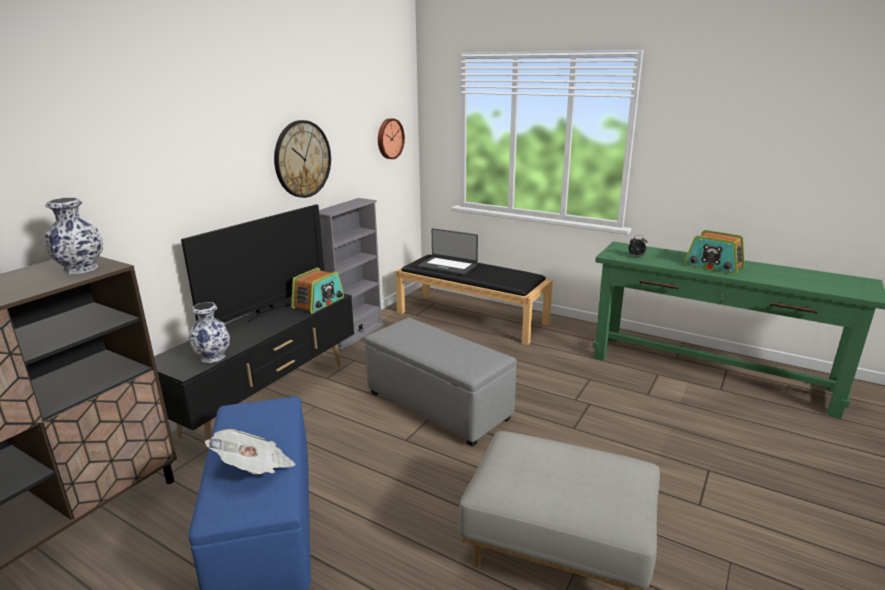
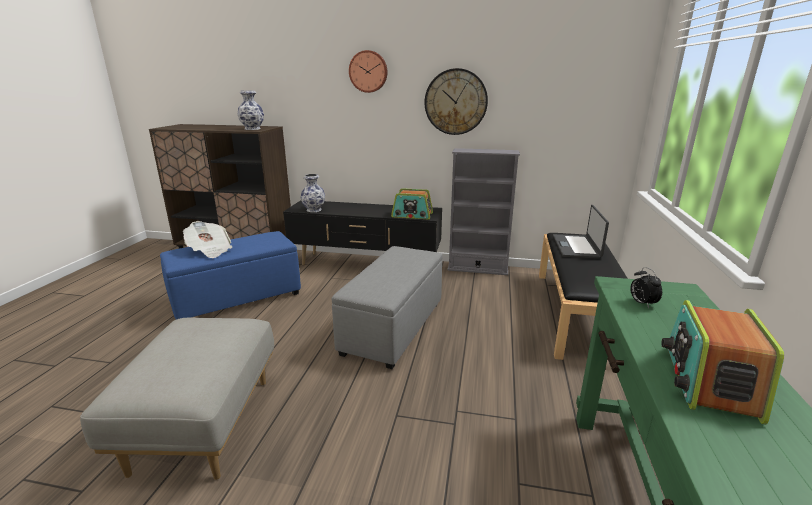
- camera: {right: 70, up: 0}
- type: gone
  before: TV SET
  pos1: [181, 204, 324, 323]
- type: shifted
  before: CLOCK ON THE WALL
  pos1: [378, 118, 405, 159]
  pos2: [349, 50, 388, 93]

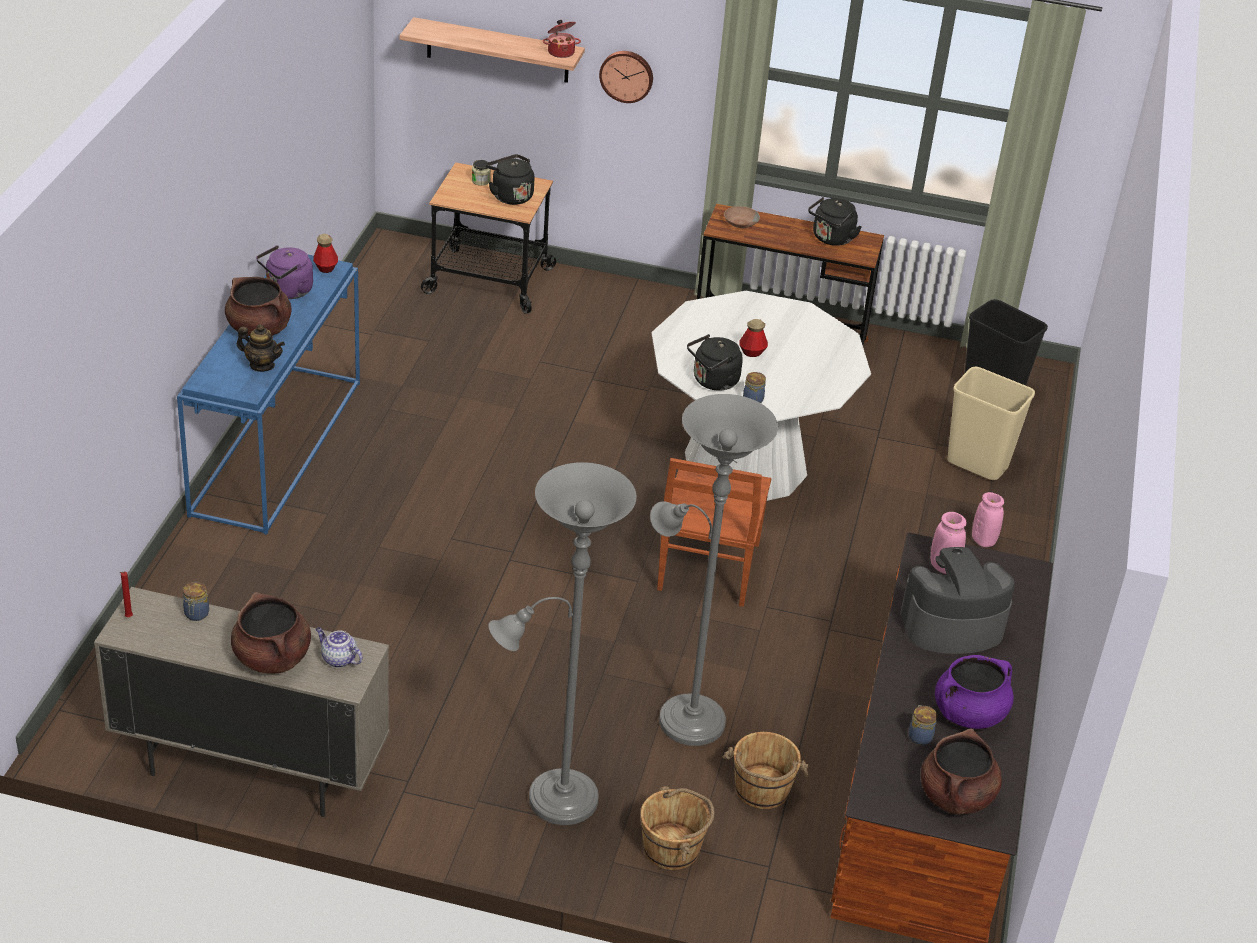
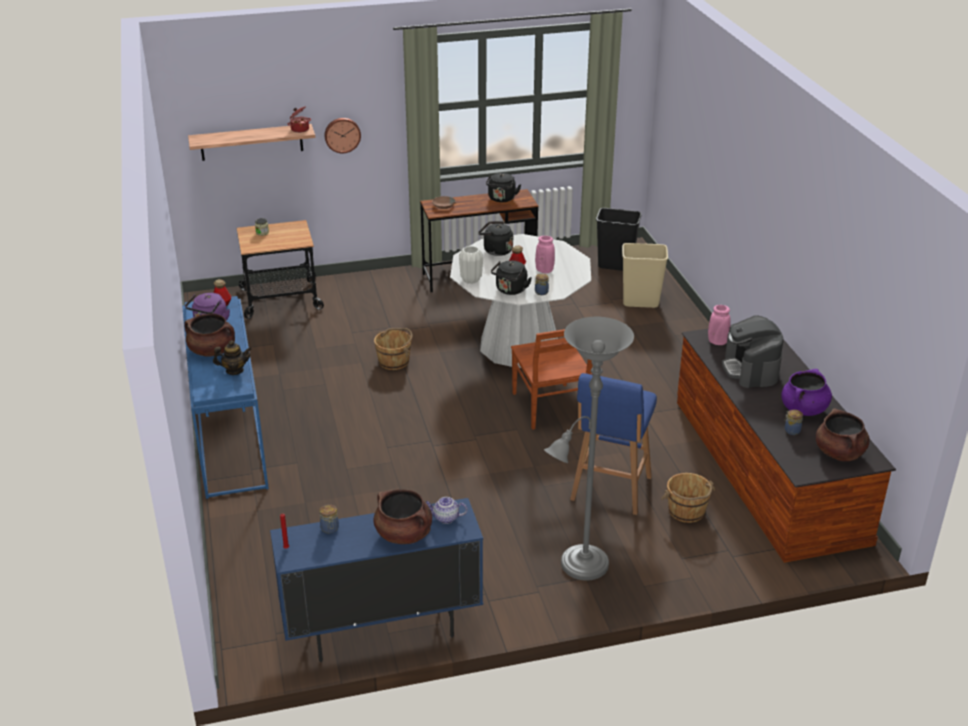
- camera: {right: -25, up: -5}
- type: new
  after: WHITE DECORATIVE VASE
  pos2: [459, 246, 483, 284]
- type: shifted
  before: BLACKISH WATER KETTLE
  pos1: [486, 154, 534, 205]
  pos2: [478, 221, 513, 256]
- type: shifted
  before: BROWN BUCKET
  pos1: [641, 786, 715, 870]
  pos2: [374, 328, 413, 370]
- type: shifted
  before: PINK-COLOURED DECORATIVE VASE
  pos1: [972, 492, 1004, 547]
  pos2: [535, 236, 555, 273]
- type: swapped
  before: GREYISH FLOOR LAMP
  after: BLUE SITTING STOOL
  pos1: [650, 394, 778, 746]
  pos2: [570, 373, 657, 515]
- type: repainted
  before: BEIGE-COLOURED CUPBOARD
  after: BLUE CUPBOARD
  pos1: [94, 587, 389, 817]
  pos2: [270, 498, 483, 662]
- type: rotated
  before: COFFEE MACHINE
  pos1: [900, 547, 1015, 654]
  pos2: [722, 316, 784, 388]
  turn: -60

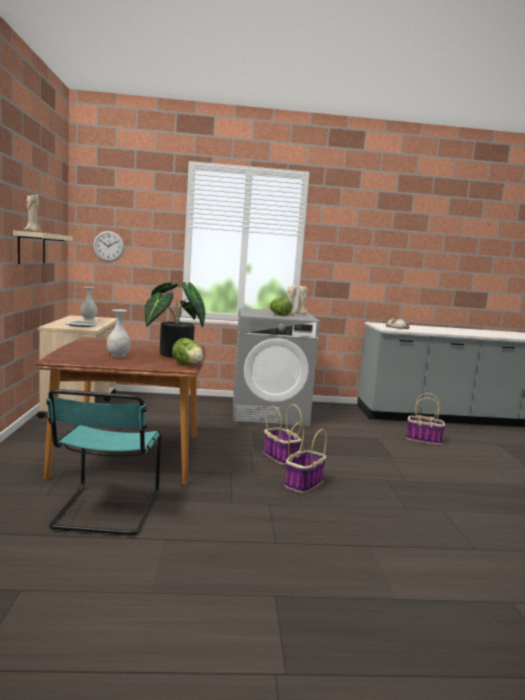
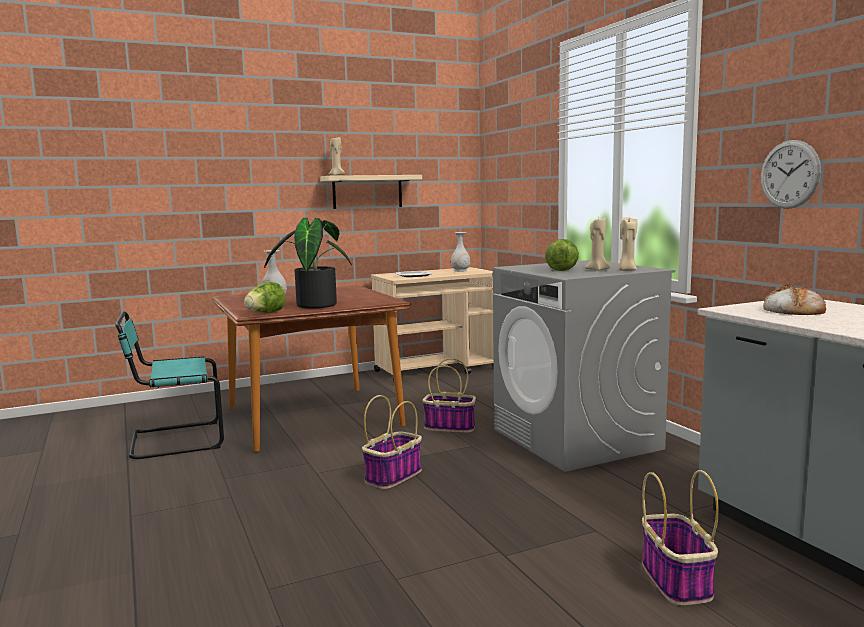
- camera: {right: 70, up: 0}
- type: shifted
  before: CLOCK ON THE WALL
  pos1: [93, 231, 124, 262]
  pos2: [761, 140, 821, 209]
- type: shifted
  before: BASKET
  pos1: [285, 423, 327, 493]
  pos2: [422, 358, 476, 433]

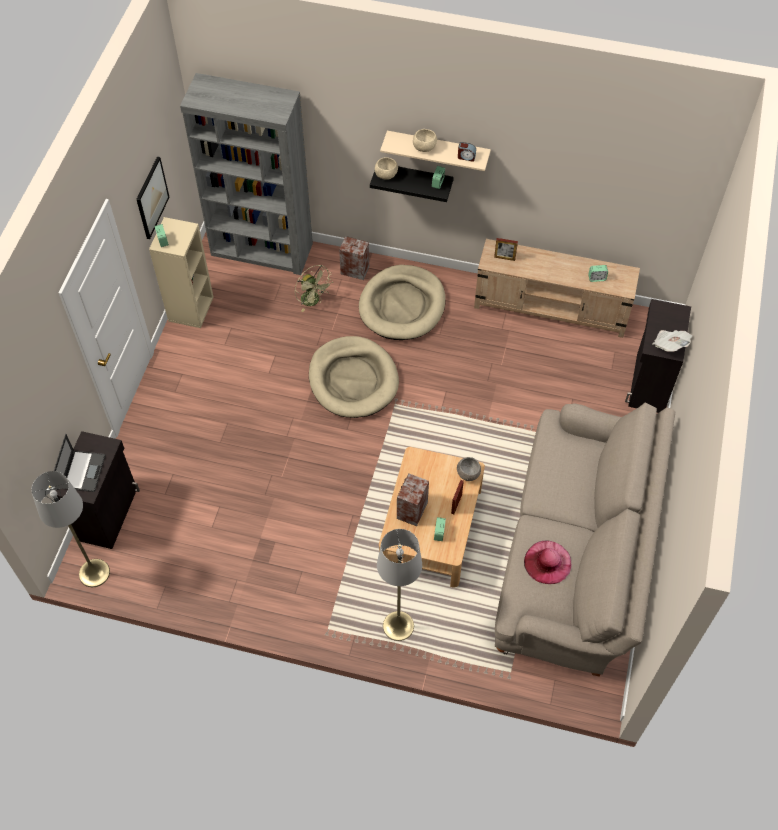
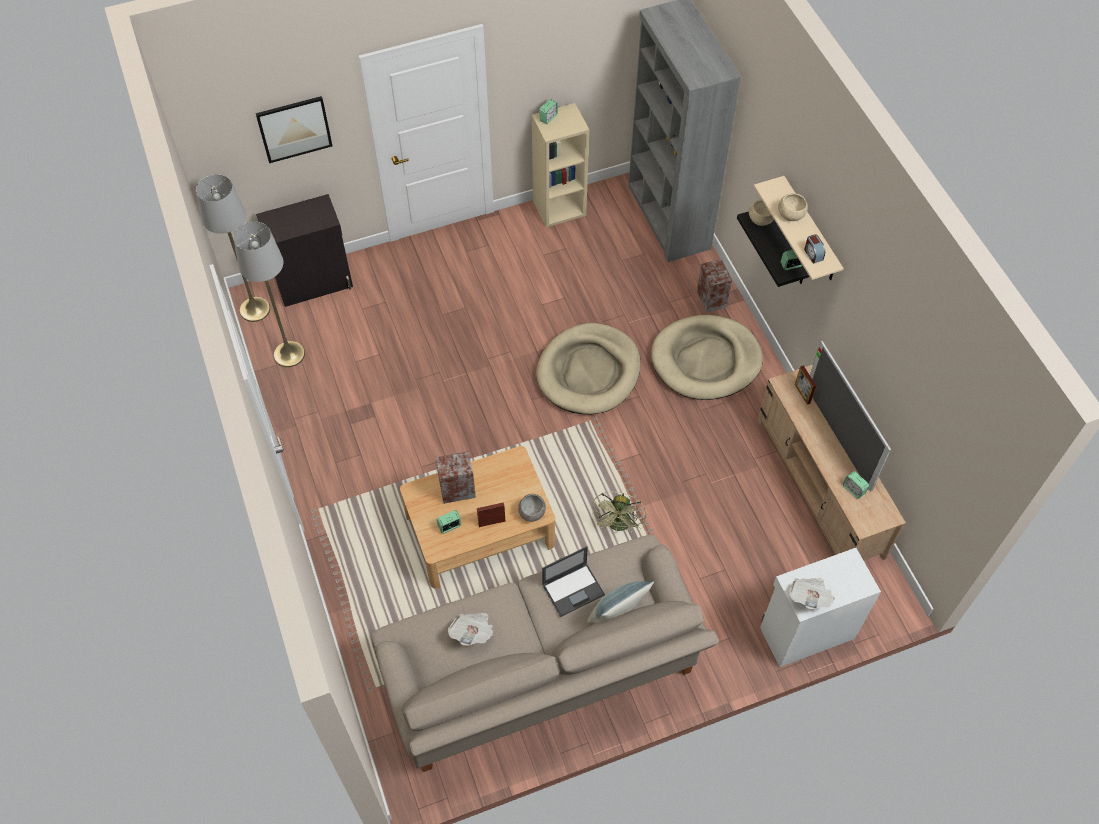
- camera: {right: 55, up: 0}
- type: new
  after: CUSHION
  pos2: [587, 581, 654, 623]
- type: new
  after: TV SET
  pos2: [810, 341, 891, 492]
- type: shifted
  before: NOTEBOOK COMPUTER
  pos1: [54, 434, 106, 492]
  pos2: [542, 546, 605, 617]
- type: shifted
  before: WALL PICTURE
  pos1: [136, 156, 169, 239]
  pos2: [256, 96, 332, 163]
- type: shifted
  before: GREEN-COLOURED FAN
  pos1: [295, 265, 333, 312]
  pos2: [592, 492, 647, 534]
- type: shifted
  before: GREYISH FLOOR LAMP
  pos1: [377, 529, 422, 641]
  pos2: [233, 222, 305, 367]
- type: swapped
  before: PINK-COLOURED HAT
  after: NEWSPAPER
  pos1: [524, 541, 571, 584]
  pos2: [448, 613, 494, 645]
- type: repainted
  before: BLACKISH CUPBOARD
  after: WHITE CUPBOARD
  pos1: [625, 299, 691, 413]
  pos2: [760, 548, 881, 667]

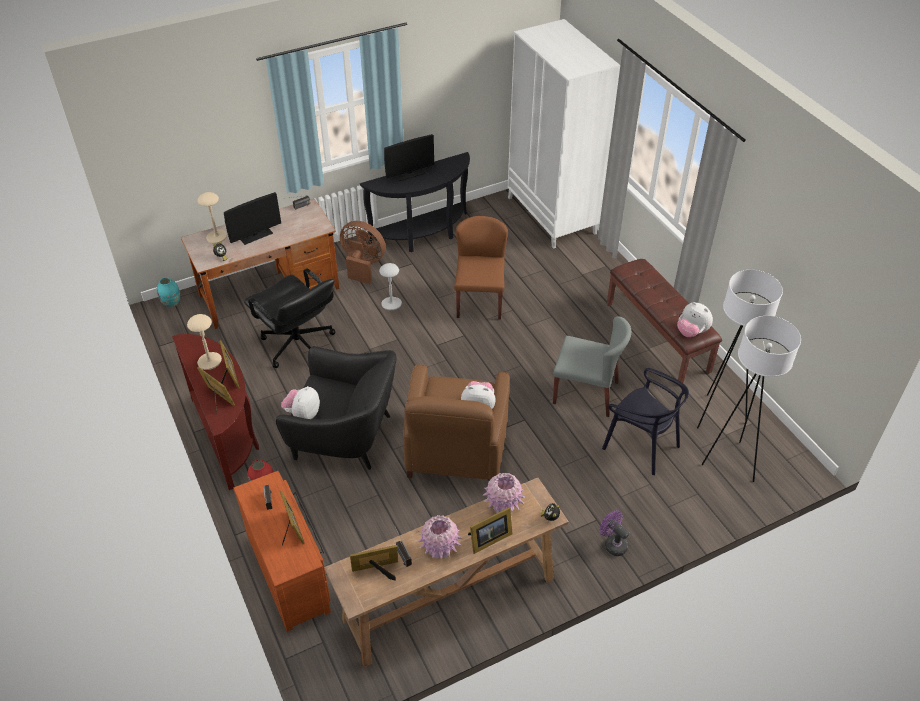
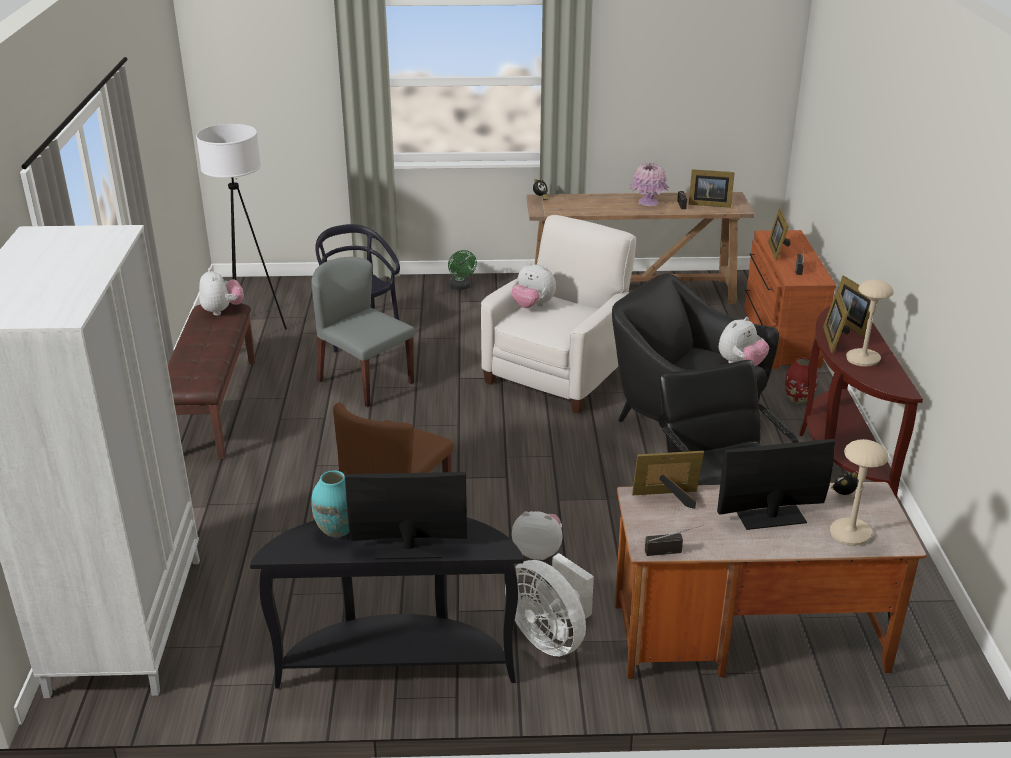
- camera: {right: -155, up: -15}
- type: gone
  before: PINK-COLOURED DECORATIVE VASE
  pos1: [483, 473, 525, 513]
- type: gone
  before: WHITE FLOOR LAMP
  pos1: [702, 316, 801, 482]
- type: shifted
  before: BLUE-GREEN DECORATIVE VASE
  pos1: [157, 277, 180, 307]
  pos2: [311, 470, 349, 538]
- type: shifted
  before: PICTURE FRAME
  pos1: [468, 507, 513, 554]
  pos2: [632, 451, 704, 509]
- type: swapped
  before: GREYISH LAMP FOR A TABLE
  after: CUDDLY TOY
  pos1: [379, 263, 402, 310]
  pos2: [512, 511, 563, 560]
- type: repainted
  before: BROWN FAN
  after: WHITE FAN
  pos1: [340, 221, 386, 284]
  pos2: [505, 553, 594, 656]
- type: repainted
  before: BROWN ARMCHAIR
  after: WHITE ARMCHAIR
  pos1: [403, 364, 510, 480]
  pos2: [481, 215, 636, 414]
- type: repainted
  before: PURPLE FAN
  after: GREEN-COLOURED FAN
  pos1: [599, 510, 629, 556]
  pos2: [448, 250, 477, 290]

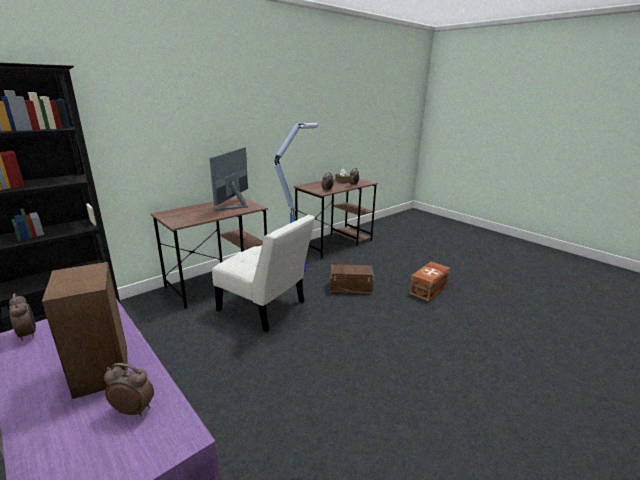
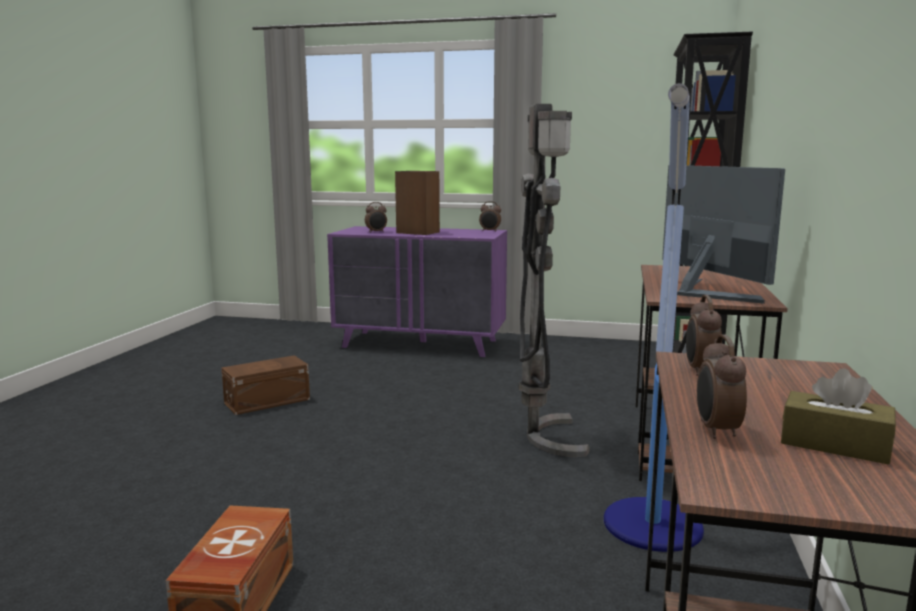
- camera: {right: 145, up: -10}
- type: shifted
  before: BROWN STORAGE CONTAINER
  pos1: [330, 264, 374, 294]
  pos2: [222, 355, 310, 415]
- type: swapped
  before: WHITE CHAIR
  after: GREYISH FLOOR LAMP
  pos1: [212, 215, 315, 332]
  pos2: [518, 104, 589, 457]

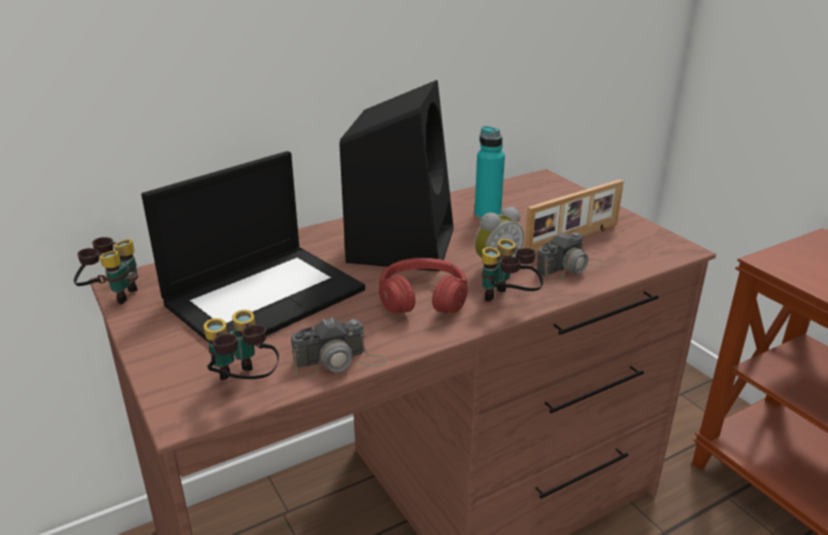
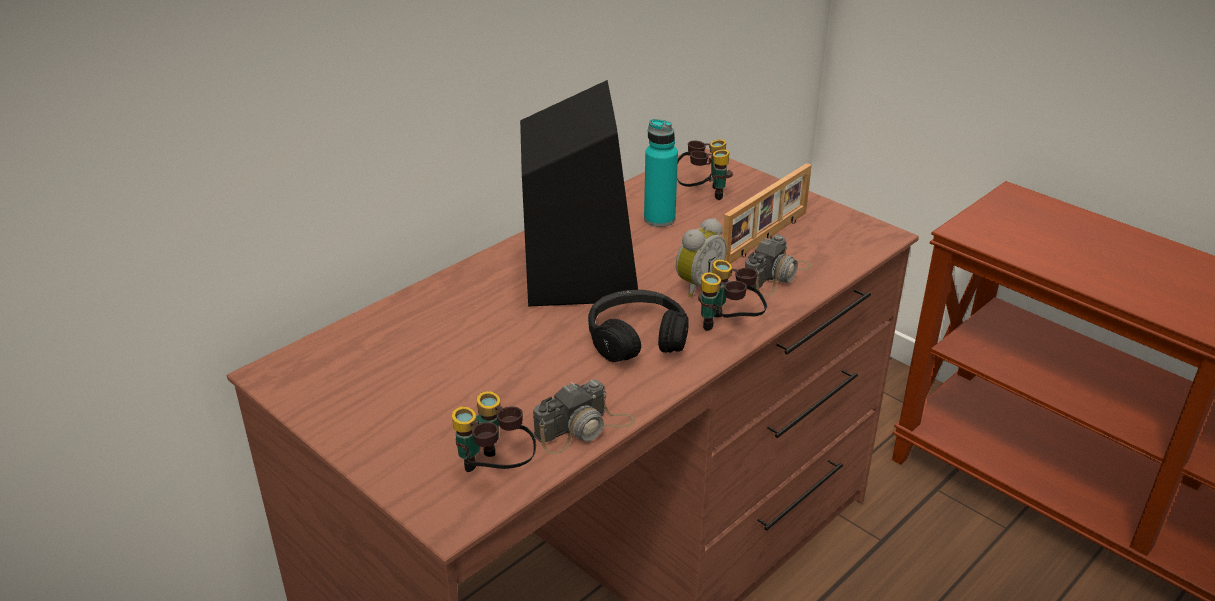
- camera: {right: -15, up: 5}
- type: gone
  before: NOTEBOOK COMPUTER
  pos1: [141, 151, 365, 342]
- type: shifted
  before: FIELD GLASSES
  pos1: [74, 237, 138, 304]
  pos2: [677, 139, 733, 200]
- type: repainted
  before: REDDISH HEADPHONES
  after: BLACKISH HEADPHONES
  pos1: [379, 258, 468, 314]
  pos2: [588, 290, 688, 362]

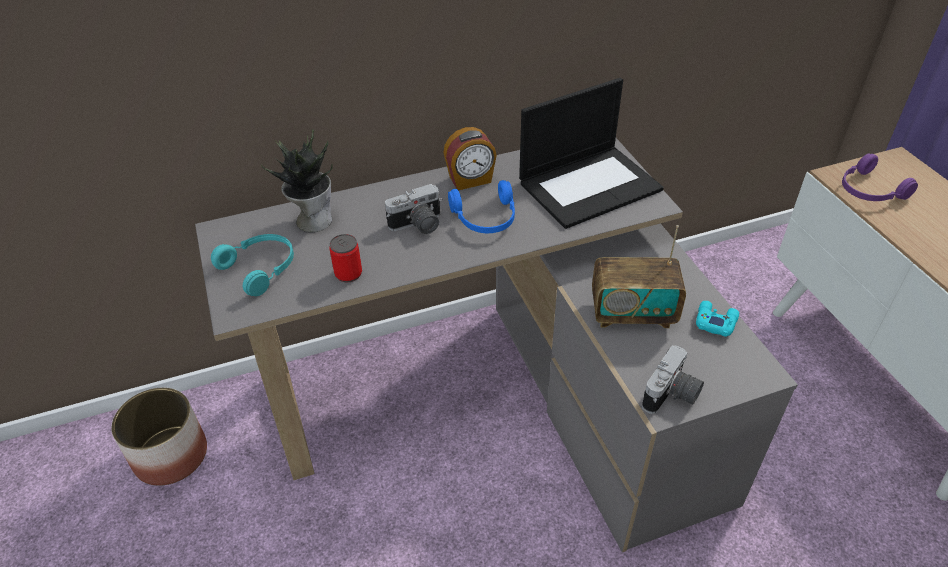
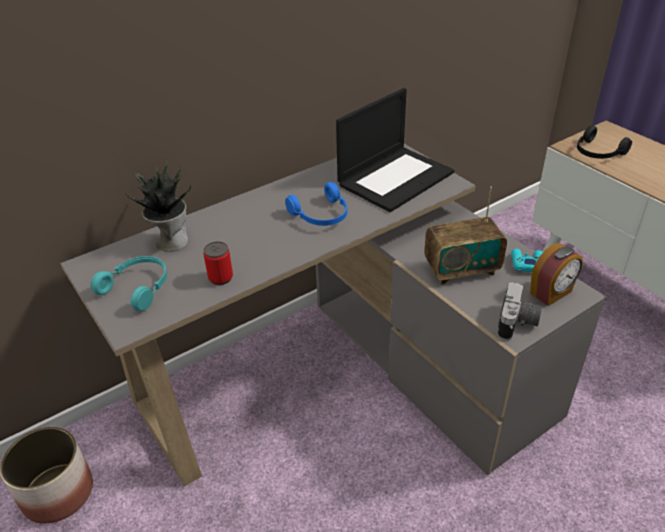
- camera: {right: -15, up: -5}
- type: gone
  before: PHOTO CAMERA
  pos1: [385, 184, 442, 234]
- type: shifted
  before: TABLE CLOCK
  pos1: [443, 127, 497, 190]
  pos2: [530, 243, 583, 306]
- type: repainted
  before: PURPLE HEADPHONES
  after: BLACKISH HEADPHONES
  pos1: [842, 153, 918, 201]
  pos2: [577, 126, 632, 159]

